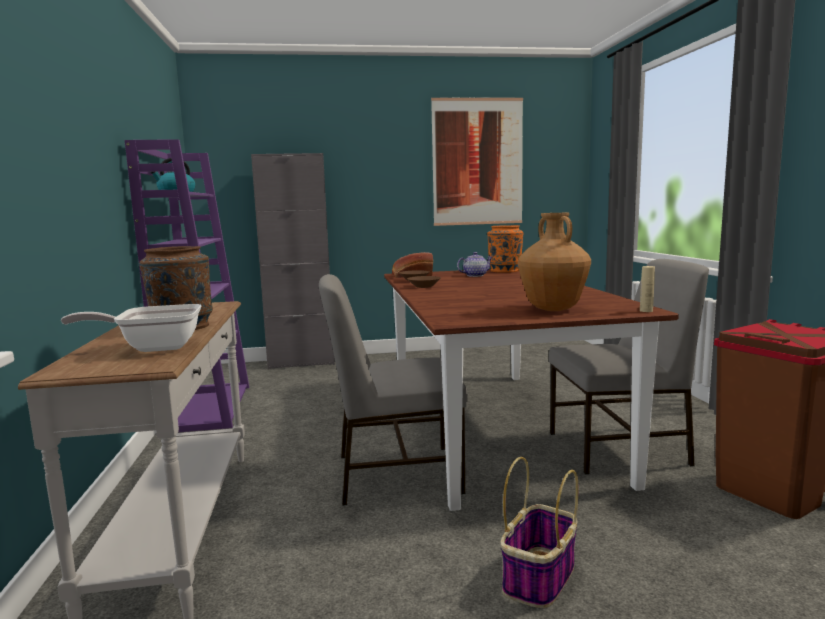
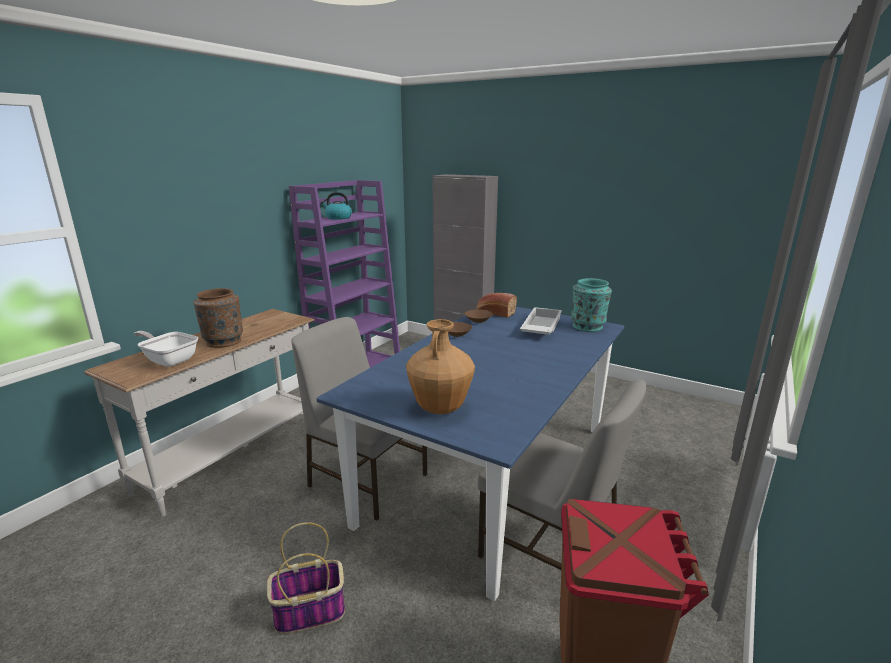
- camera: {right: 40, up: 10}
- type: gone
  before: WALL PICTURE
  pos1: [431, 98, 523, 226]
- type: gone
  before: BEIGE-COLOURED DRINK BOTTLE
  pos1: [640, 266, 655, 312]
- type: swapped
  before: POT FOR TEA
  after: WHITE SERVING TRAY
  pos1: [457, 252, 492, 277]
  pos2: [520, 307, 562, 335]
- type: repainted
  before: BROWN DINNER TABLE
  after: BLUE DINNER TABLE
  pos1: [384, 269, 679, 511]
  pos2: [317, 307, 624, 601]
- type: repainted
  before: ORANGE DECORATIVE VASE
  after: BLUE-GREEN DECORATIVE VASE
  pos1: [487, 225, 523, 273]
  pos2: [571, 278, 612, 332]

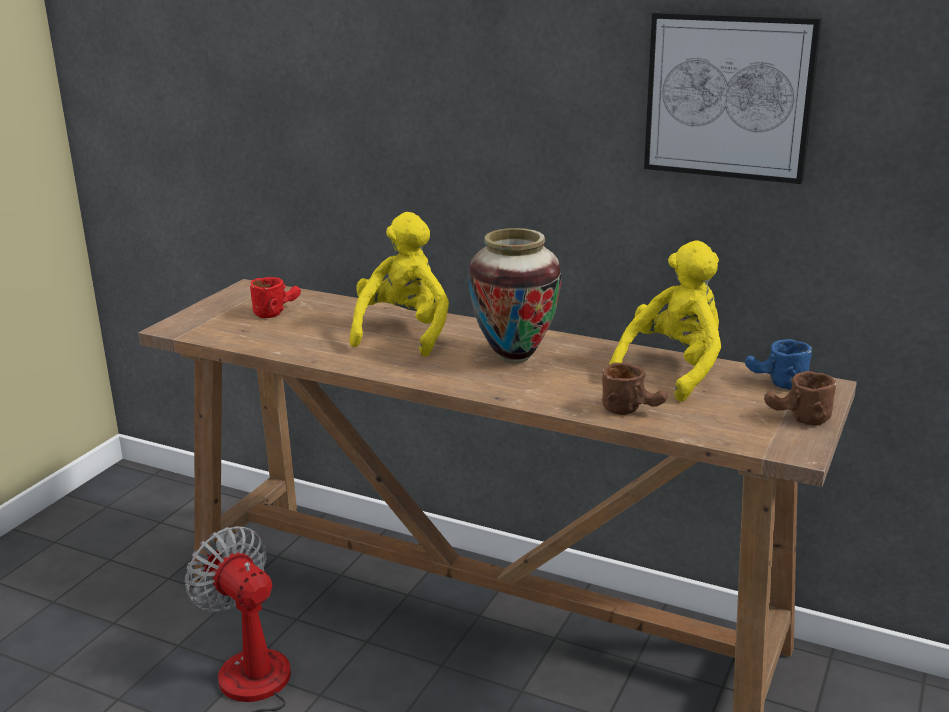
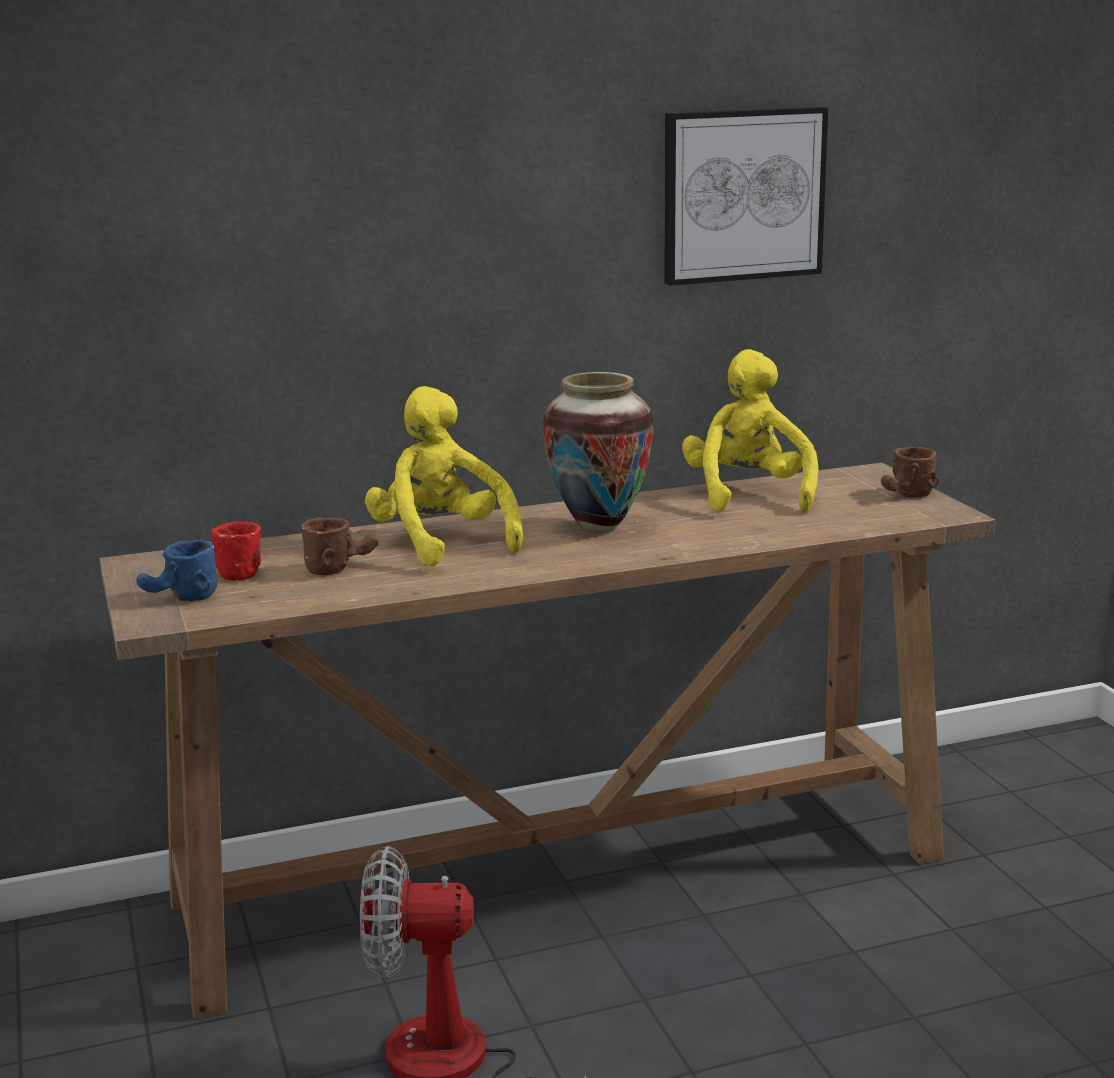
- camera: {right: -45, up: -5}
- type: shifted
  before: BROWN MUG
  pos1: [602, 363, 667, 415]
  pos2: [302, 517, 378, 575]
- type: shifted
  before: BLUE MUG
  pos1: [745, 339, 812, 390]
  pos2: [136, 540, 217, 601]

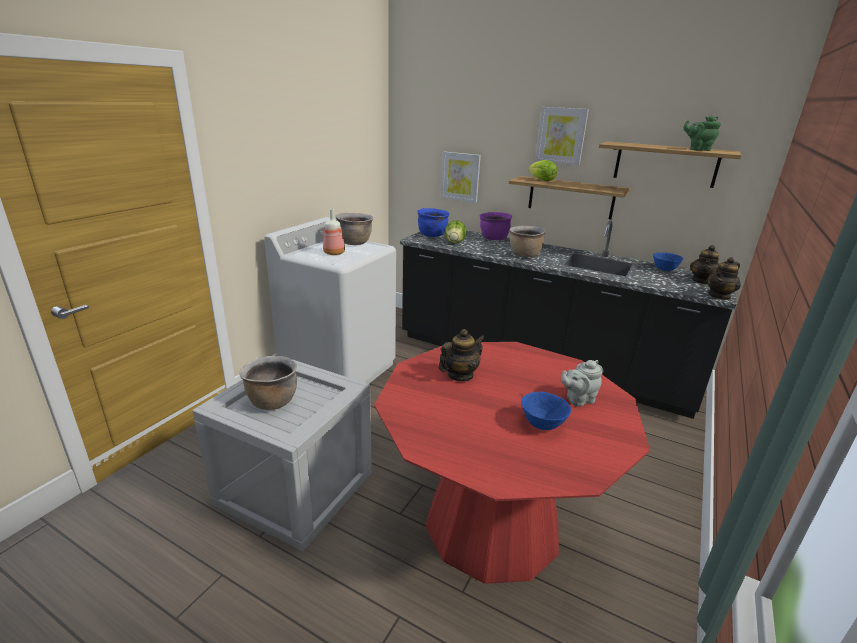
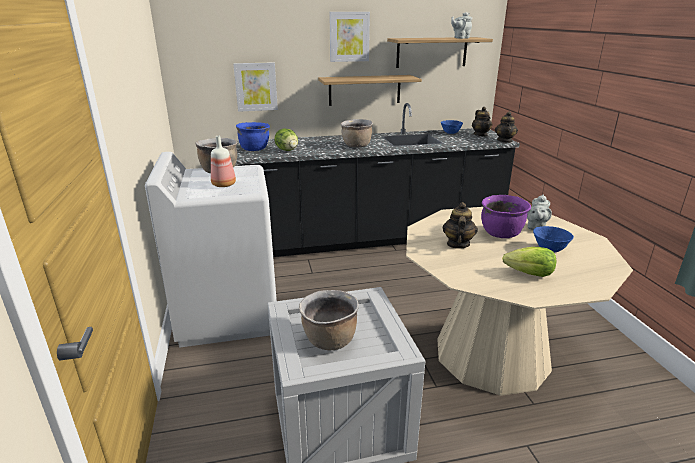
- camera: {right: -40, up: 0}
- type: shifted
  before: PURPLE COOKING POT
  pos1: [480, 212, 512, 240]
  pos2: [481, 195, 531, 238]
- type: shifted
  before: LETTUCE
  pos1: [528, 160, 557, 182]
  pos2: [502, 247, 556, 277]
- type: repainted
  before: REDDISH DINNER TABLE
  after: BEIGE-COLOURED DINNER TABLE
  pos1: [374, 342, 650, 584]
  pos2: [406, 207, 633, 396]
- type: repainted
  before: GREEN-COLOURED POT FOR TEA
  after: GREYISH POT FOR TEA
  pos1: [683, 116, 721, 151]
  pos2: [451, 12, 472, 39]

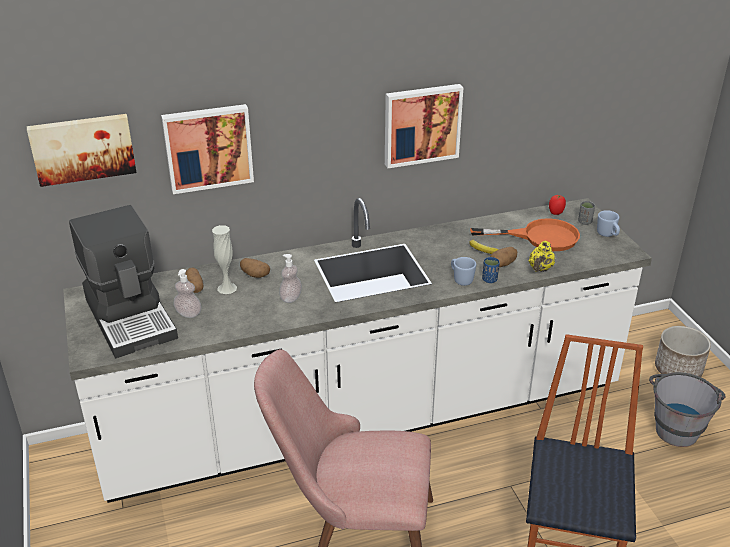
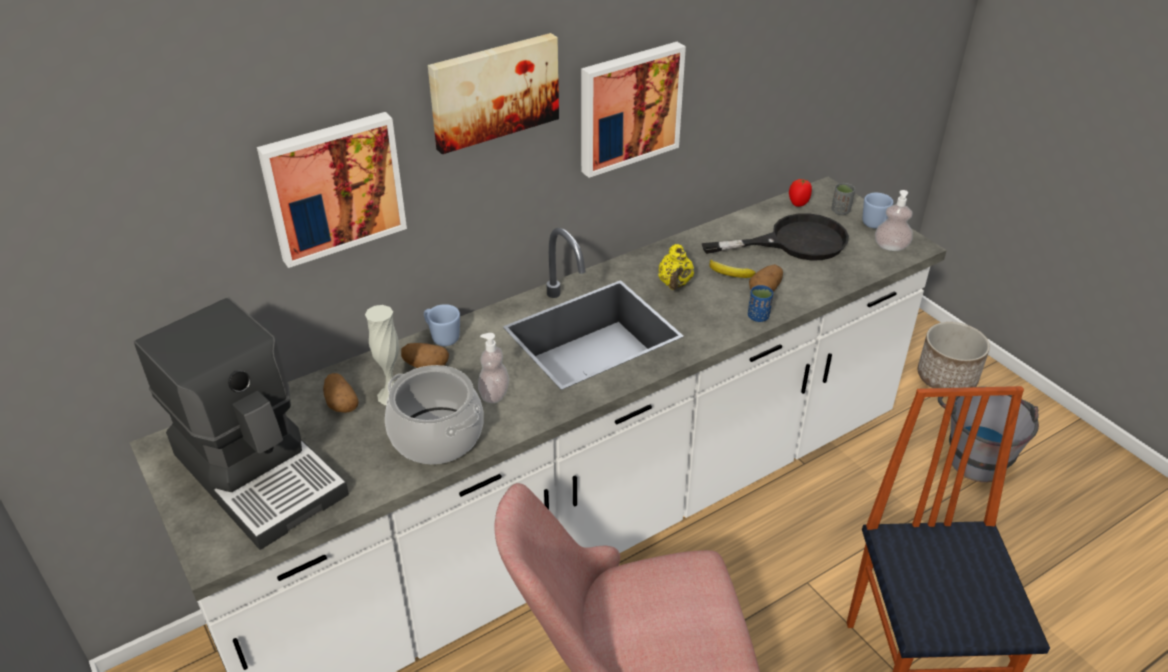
- camera: {right: -15, up: 5}
- type: new
  after: COOKING POT
  pos2: [385, 365, 484, 464]
- type: shifted
  before: WALL PICTURE
  pos1: [27, 114, 137, 187]
  pos2: [428, 33, 559, 154]
- type: shifted
  before: LIQUID SOAP BOTTLE
  pos1: [173, 269, 201, 318]
  pos2: [875, 190, 913, 251]
- type: shifted
  before: BLUE MUG
  pos1: [451, 257, 476, 286]
  pos2: [424, 304, 460, 346]
- type: shifted
  before: YELLOW POT FOR TEA
  pos1: [529, 241, 555, 272]
  pos2: [658, 244, 694, 290]
- type: repainted
  before: ORANGE PAN
  after: BLACKISH PAN
  pos1: [470, 218, 580, 251]
  pos2: [702, 213, 849, 260]

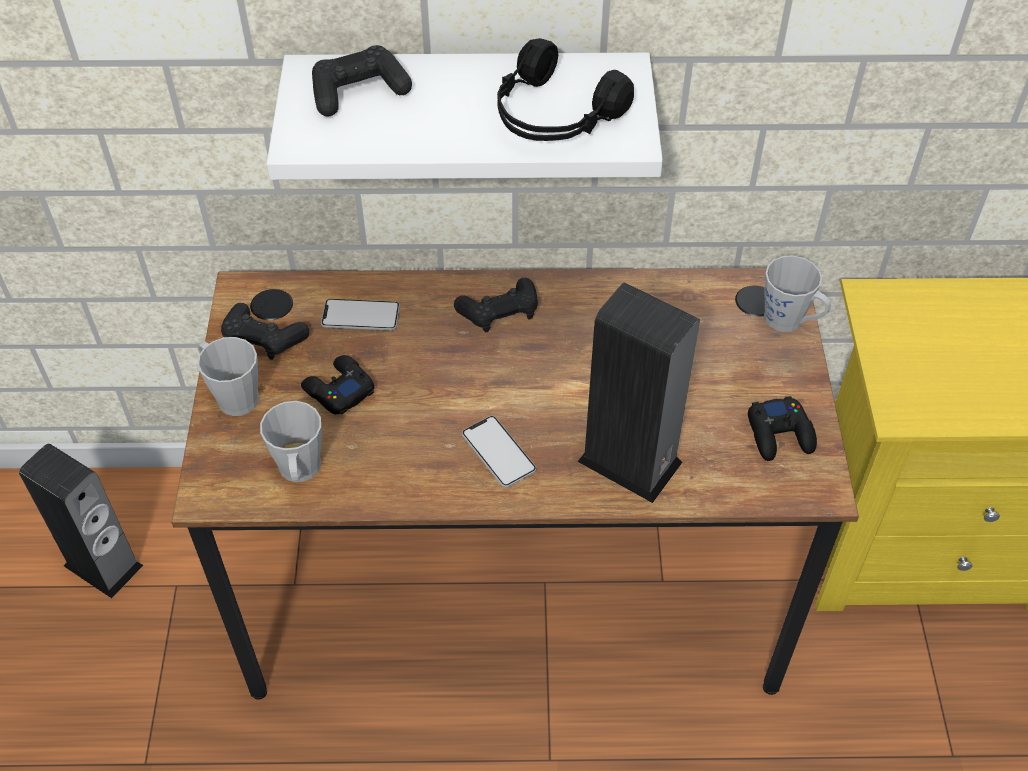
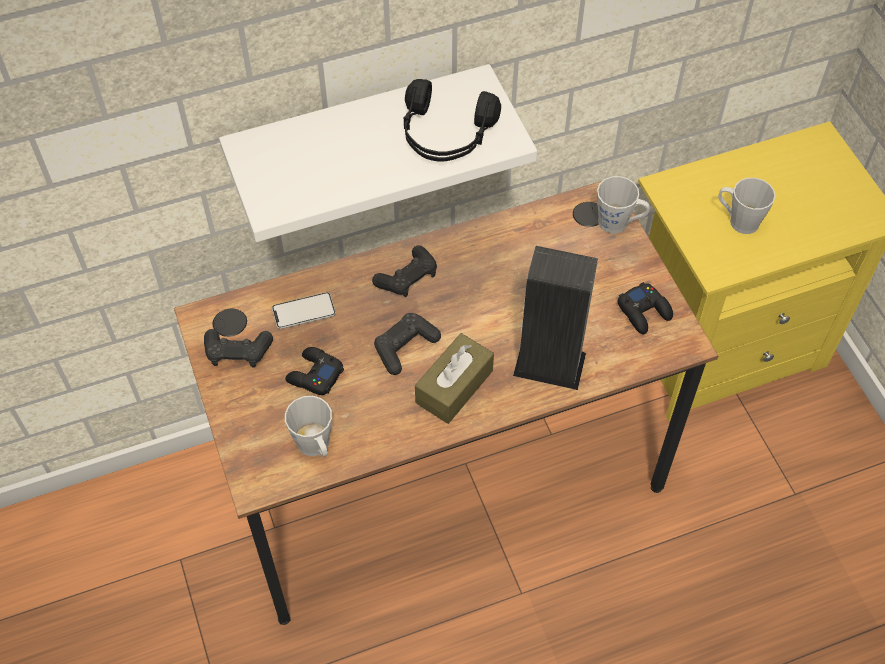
- camera: {right: -20, up: 5}
- type: gone
  before: SPEAKER
  pos1: [19, 444, 144, 598]
- type: shifted
  before: GREYISH MUG
  pos1: [197, 337, 259, 416]
  pos2: [718, 178, 776, 234]
- type: shifted
  before: BLACKISH GAMEPAD
  pos1: [312, 45, 412, 117]
  pos2: [374, 313, 441, 375]
- type: swapped
  before: PHONE
  after: BROWN BOX OF TISSUES
  pos1: [462, 416, 537, 488]
  pos2: [415, 333, 494, 424]

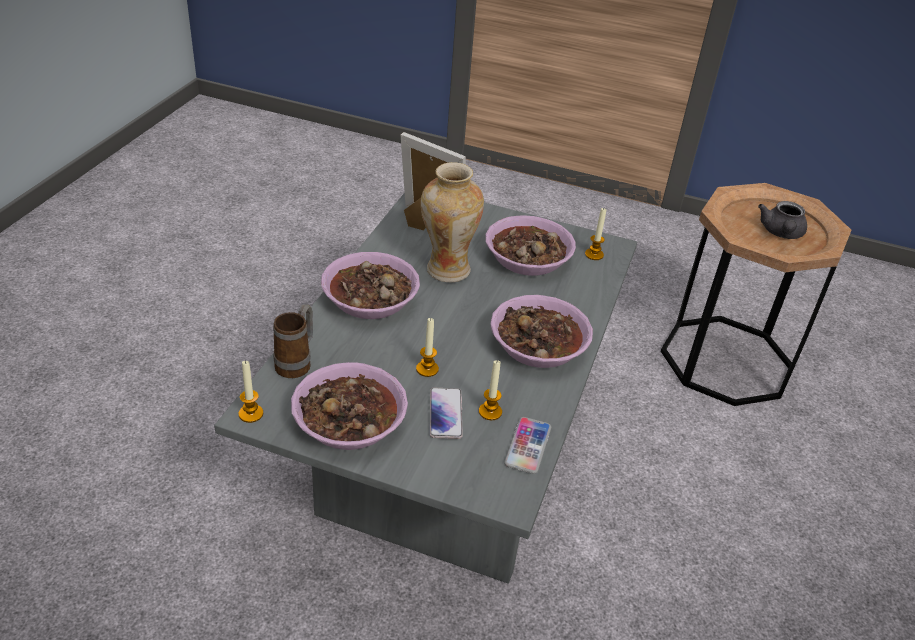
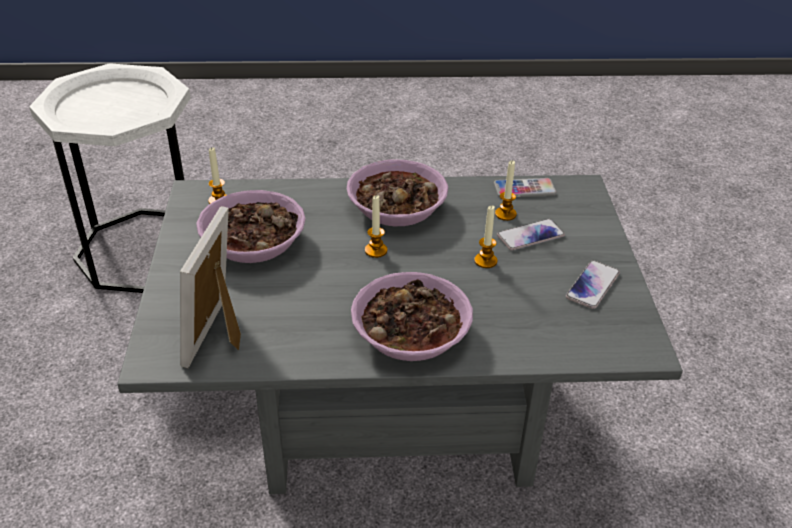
- camera: {right: -110, up: 0}
- type: gone
  before: MUG
  pos1: [273, 304, 313, 378]
- type: gone
  before: DECORATIVE VASE
  pos1: [421, 162, 484, 282]
- type: gone
  before: GREYISH POT FOR TEA
  pos1: [758, 201, 807, 239]
- type: shifted
  before: WAX CANDLE
  pos1: [239, 361, 263, 423]
  pos2: [365, 195, 387, 258]
- type: swapped
  before: DEEP DISH
  after: PHONE
  pos1: [291, 362, 408, 450]
  pos2: [566, 260, 620, 309]
- type: repainted
  before: BROWN SIDE TABLE
  after: WHITE SIDE TABLE
  pos1: [661, 183, 851, 406]
  pos2: [29, 63, 191, 293]

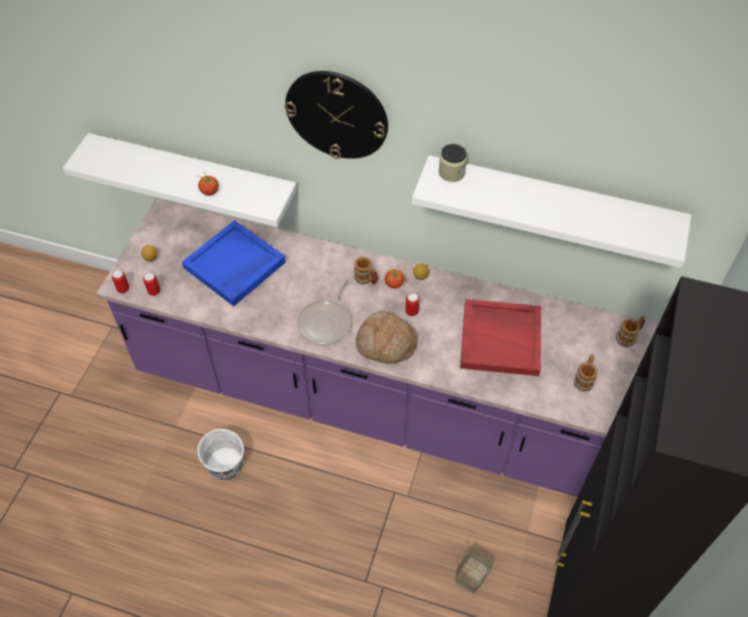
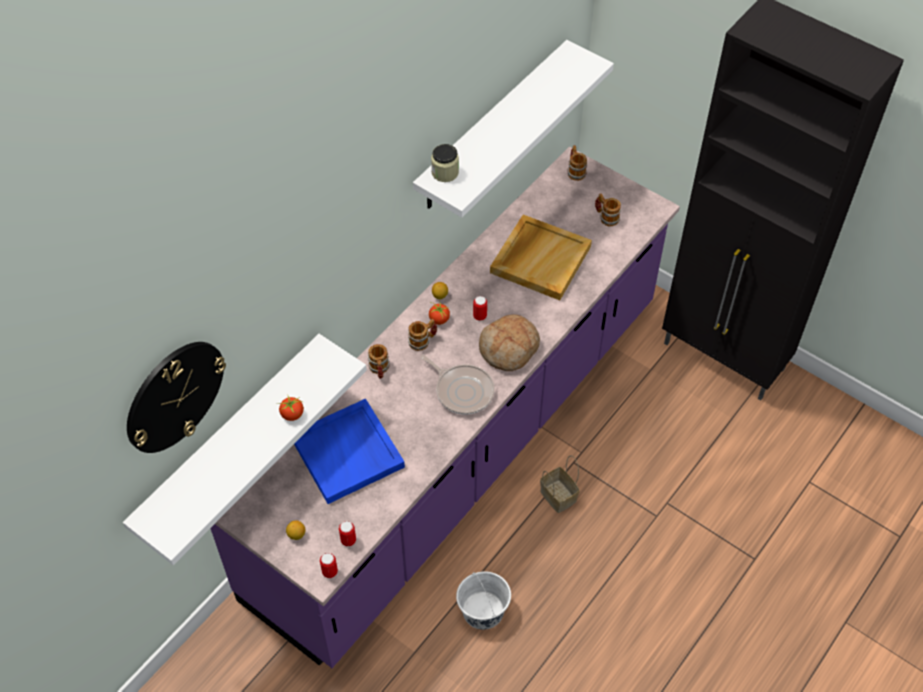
- camera: {right: -70, up: 0}
- type: new
  after: MUG
  pos2: [368, 344, 390, 379]
- type: shifted
  before: CLOCK ON THE WALL
  pos1: [285, 71, 388, 159]
  pos2: [127, 342, 226, 453]
- type: shifted
  before: BASKET
  pos1: [455, 540, 495, 594]
  pos2: [540, 455, 580, 513]
- type: repainted
  before: REDDISH SERVING TRAY
  after: BEIGE-COLOURED SERVING TRAY
  pos1: [460, 299, 541, 376]
  pos2: [490, 215, 592, 300]

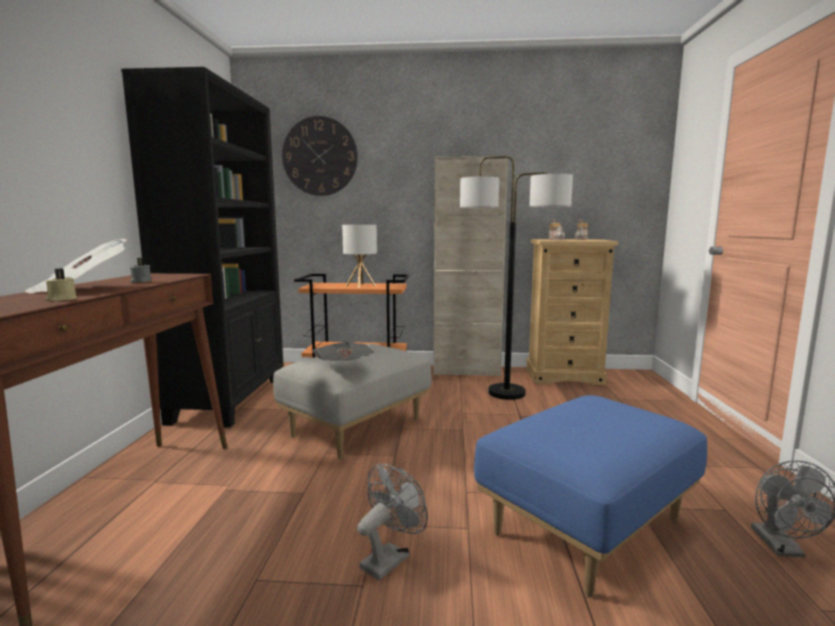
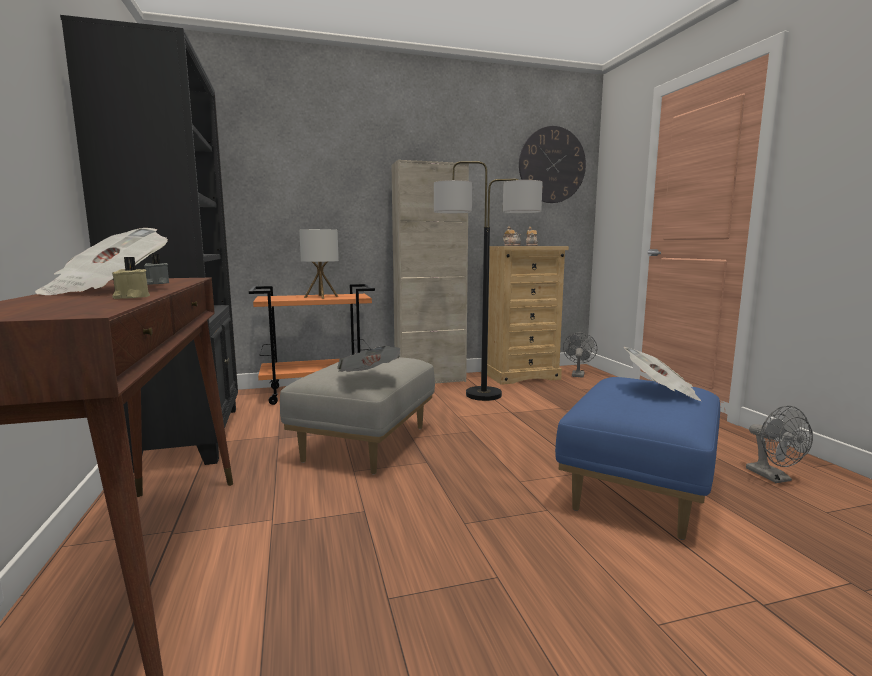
- camera: {right: -20, up: 0}
- type: new
  after: NEWSPAPER
  pos2: [624, 347, 701, 401]
- type: shifted
  before: CLOCK ON THE WALL
  pos1: [282, 116, 358, 196]
  pos2: [519, 126, 586, 203]
- type: shifted
  before: GREYISH FAN
  pos1: [357, 464, 428, 581]
  pos2: [563, 333, 597, 378]

